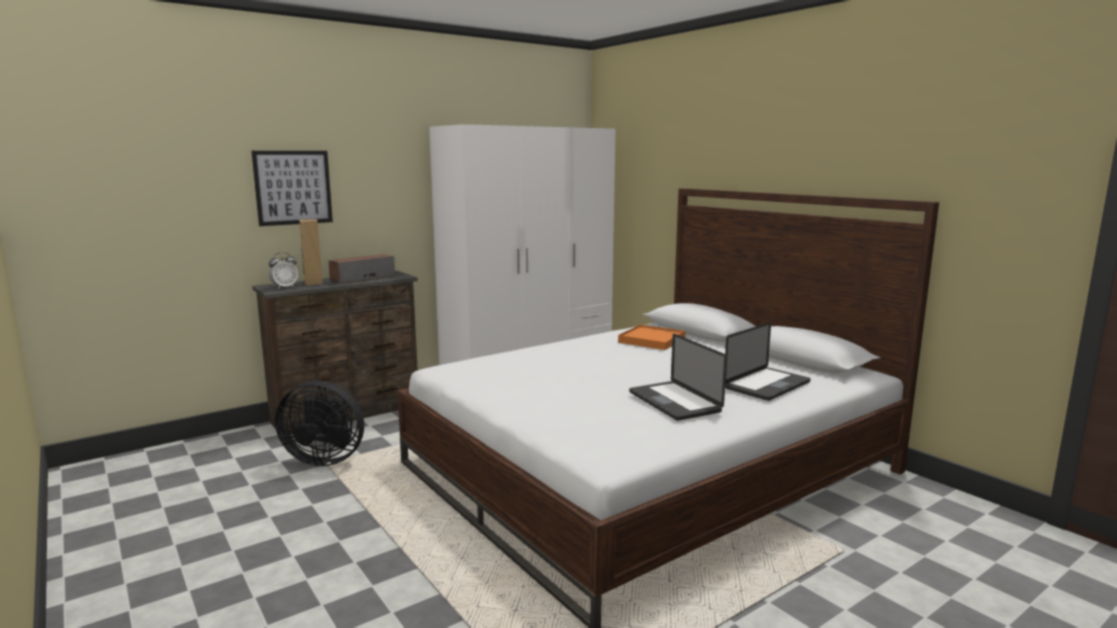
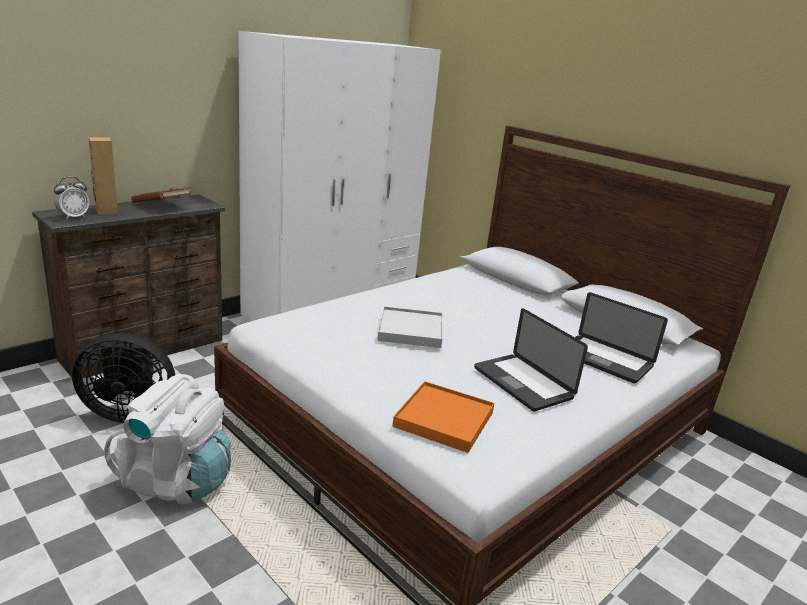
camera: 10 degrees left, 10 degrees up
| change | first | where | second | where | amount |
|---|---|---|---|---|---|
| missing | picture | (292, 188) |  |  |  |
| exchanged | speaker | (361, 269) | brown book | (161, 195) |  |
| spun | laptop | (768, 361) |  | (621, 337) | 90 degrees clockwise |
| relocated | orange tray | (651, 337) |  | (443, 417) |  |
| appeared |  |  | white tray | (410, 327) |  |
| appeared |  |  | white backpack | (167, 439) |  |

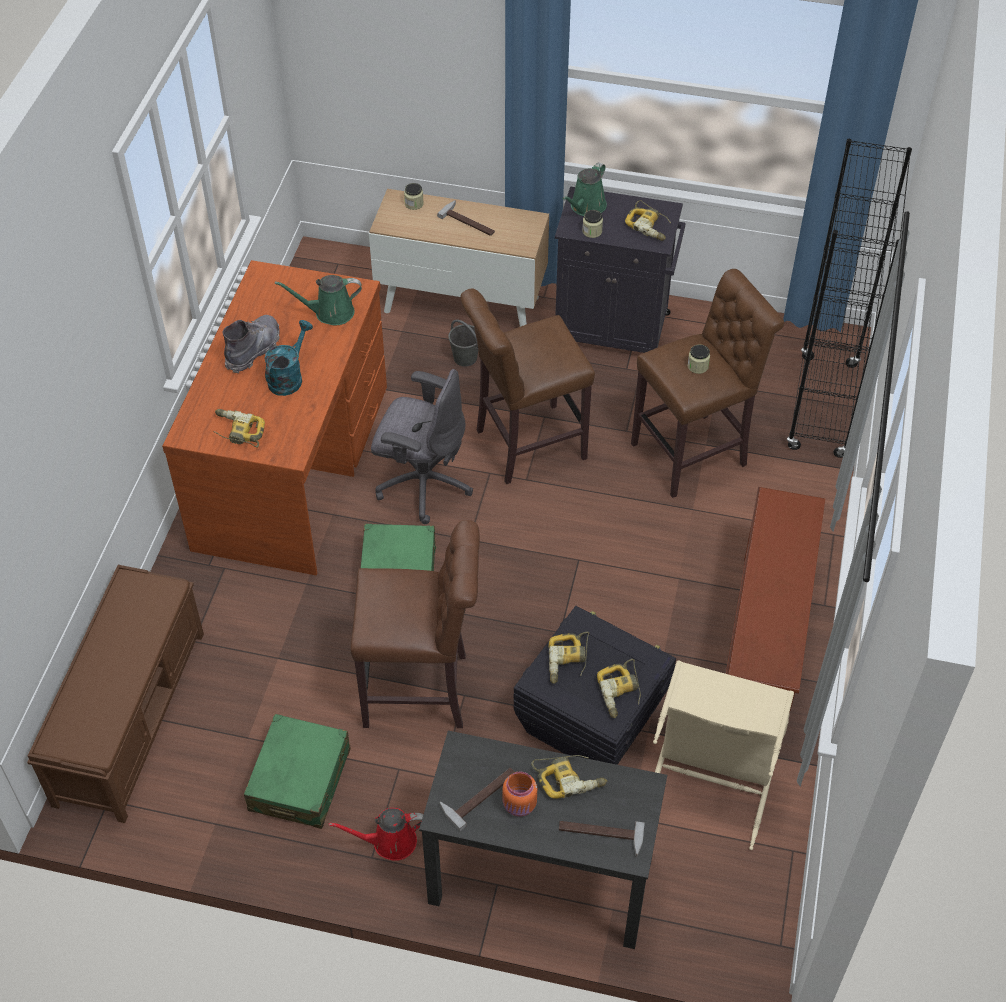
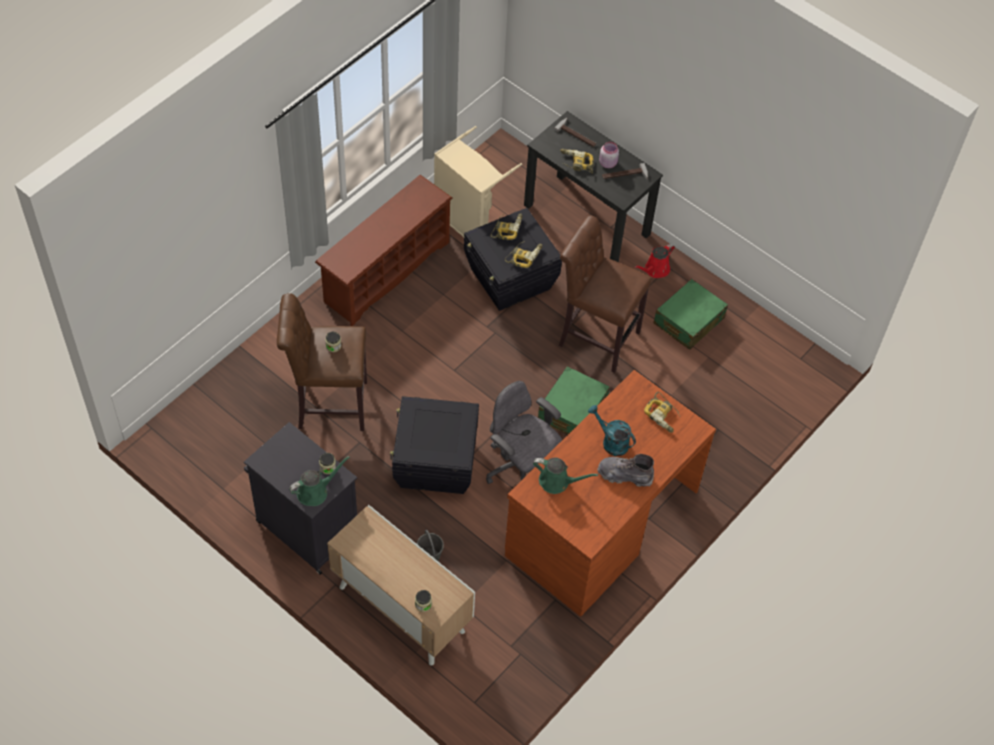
camera: 155 degrees left, 5 degrees up
| change | first | where | second | where | amount |
|---|---|---|---|---|---|
| missing | black bookcase | (849, 298) |  |  |  |
| missing | hammer | (466, 218) |  |  |  |
| missing | power drill | (648, 220) |  |  |  |
| exchanged | brown stool | (527, 386) | black storage box | (434, 445) |  |
| spun | grey boot | (251, 344) |  | (625, 470) | 45 degrees clockwise |
| spun | turquoise watering can | (288, 358) |  | (612, 430) | 75 degrees clockwise |
| missing | brown bench | (115, 694) |  |  |  |
| colour | orange jar | (519, 794) | pink jar | (609, 155) |  |
| spun | red watering can | (376, 834) |  | (654, 260) | 120 degrees clockwise |

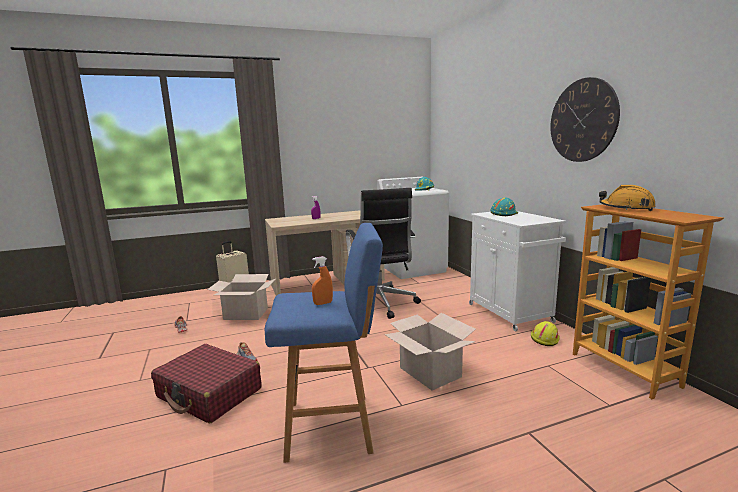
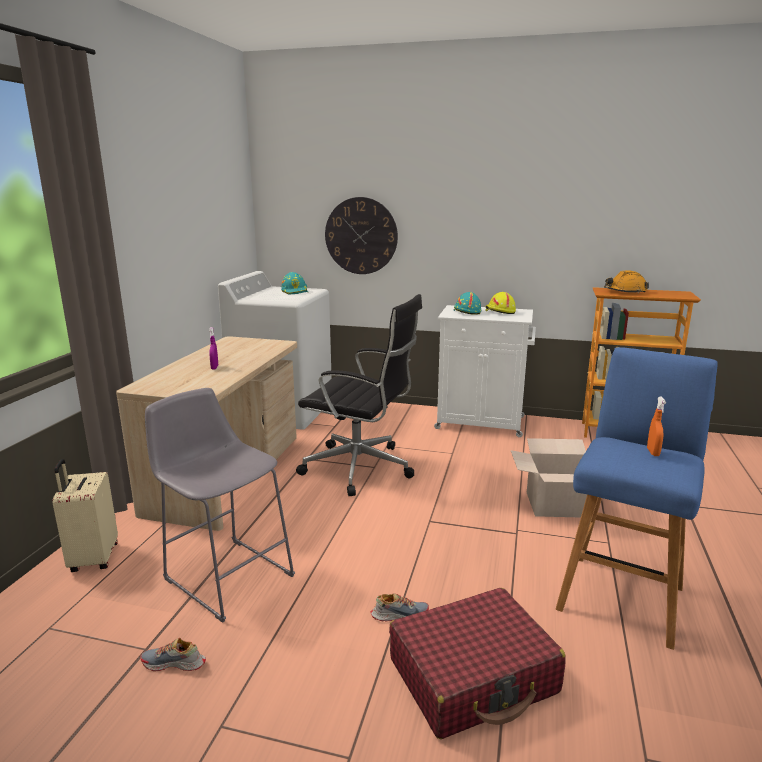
camera: 55 degrees left, 5 degrees up
| change | first | where | second | where | amount |
|---|---|---|---|---|---|
| relocated | wall clock | (585, 119) |  | (361, 235) |  |
| exchanged | cardboard box | (241, 297) | grey stool | (220, 505) |  |
| relocated | yellow hard hat | (545, 333) |  | (500, 303) |  |

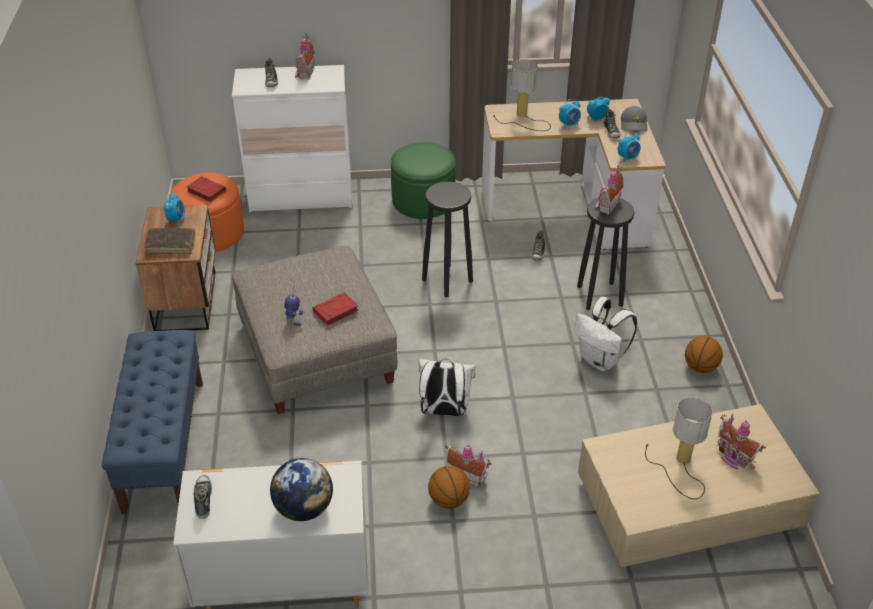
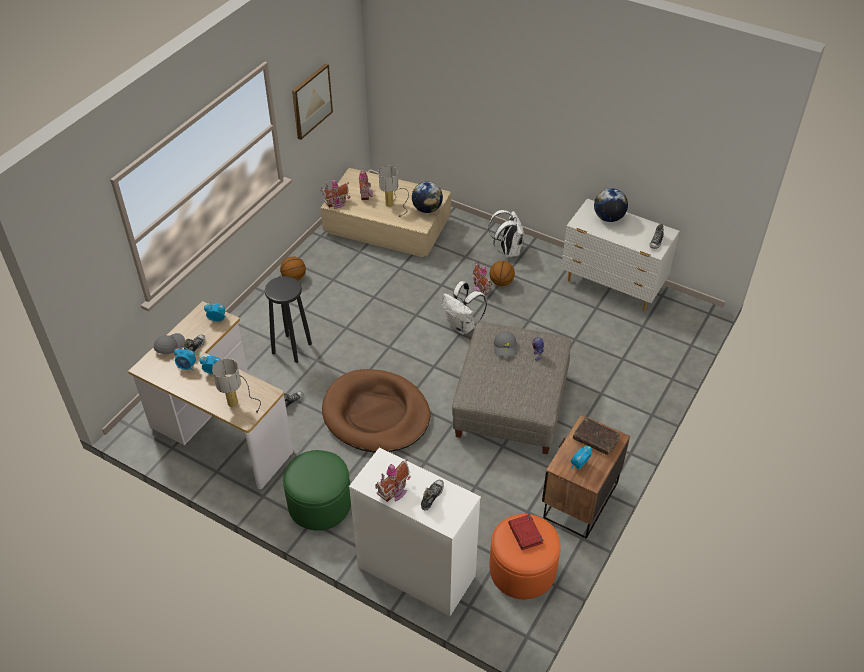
camera: 145 degrees left, 5 degrees up
| change | first | where | second | where | amount |
|---|---|---|---|---|---|
| relocated | toy house | (609, 190) |  | (335, 194) |  |
| exchanged | black stool | (447, 239) | brown dog bed | (376, 410) |  |
| exchanged | red book | (335, 309) | grey cap | (505, 344) |  |
| relocated | white backpack | (605, 334) |  | (506, 234) |  |
| missing | blue bench | (152, 422) |  |  |  |
| appeared |  |  | picture | (312, 101) |  |
| appeared |  |  | globe | (427, 197) |  |

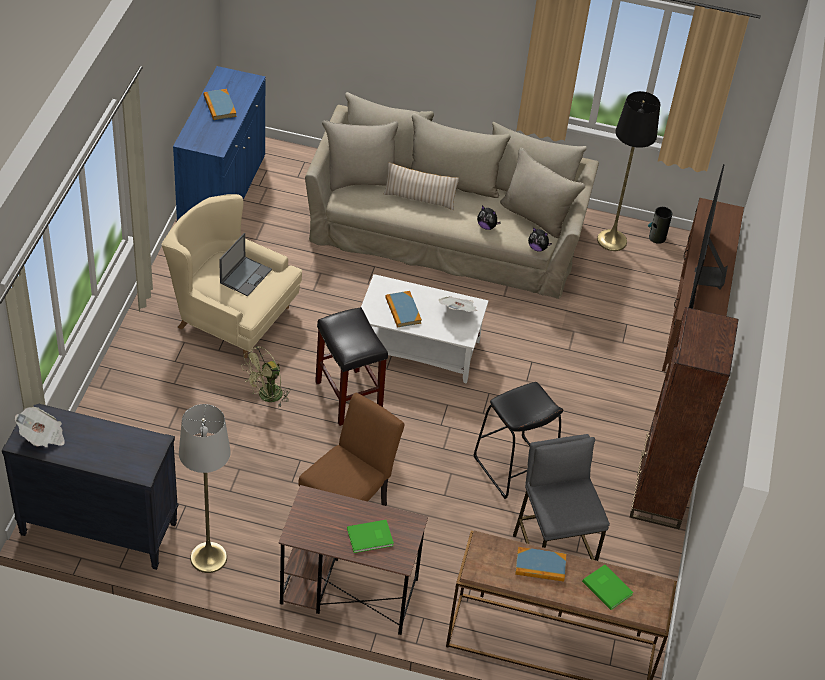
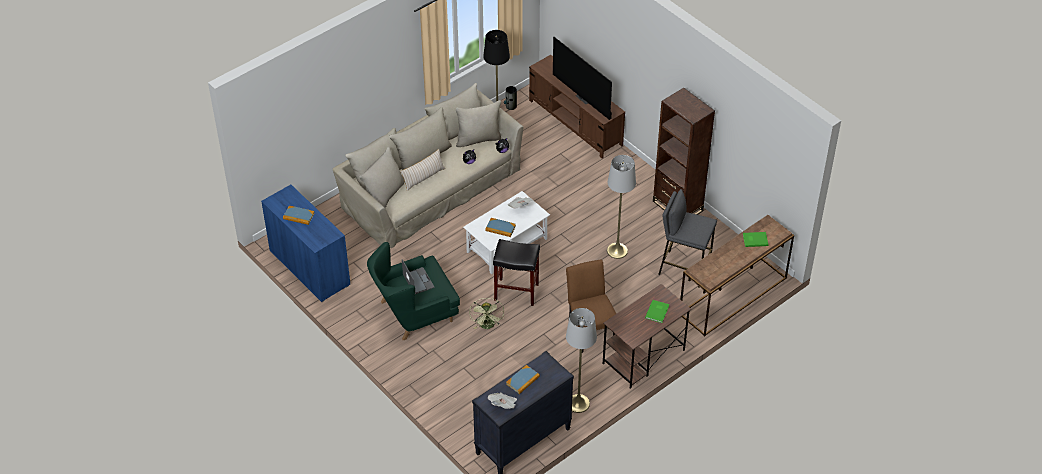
camera: 50 degrees left, 0 degrees up
| change | first | where | second | where | amount |
|---|---|---|---|---|---|
| colour | beige armchair | (231, 276) | green armchair | (413, 291) |  |
| exchanged | black stool | (518, 440) | grey floor lamp | (621, 207) |  |
| relocated | book | (540, 564) |  | (523, 379) |  |

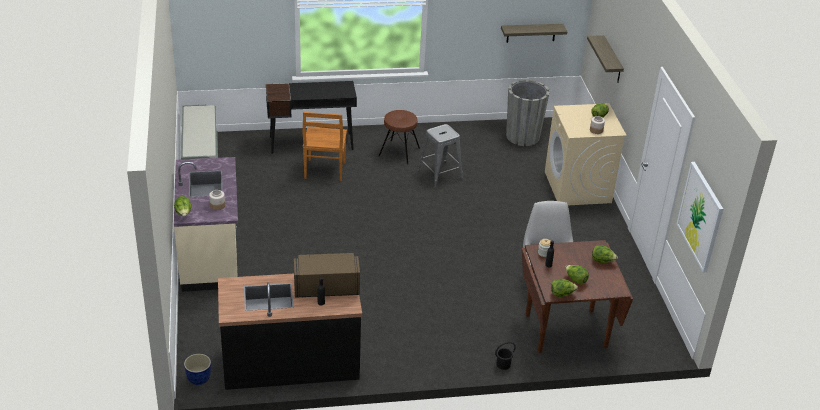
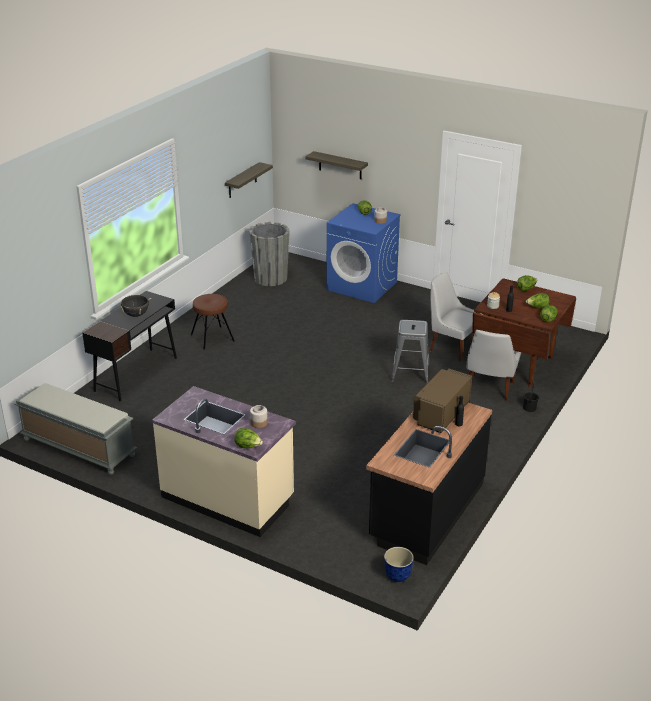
camera: 50 degrees left, 5 degrees down
| change | first | where | second | where | amount |
|---|---|---|---|---|---|
| colour | beige washing machine | (586, 154) | blue washing machine | (364, 253) |  |
| missing | brown chair | (325, 146) |  |  |  |
| relocated | grey stool | (440, 156) |  | (410, 352) |  |
| missing | picture | (700, 217) |  |  |  |
| appeared |  |  | black cooking pot | (134, 306) |  |
| appeared |  |  | white chair | (494, 365) |  |

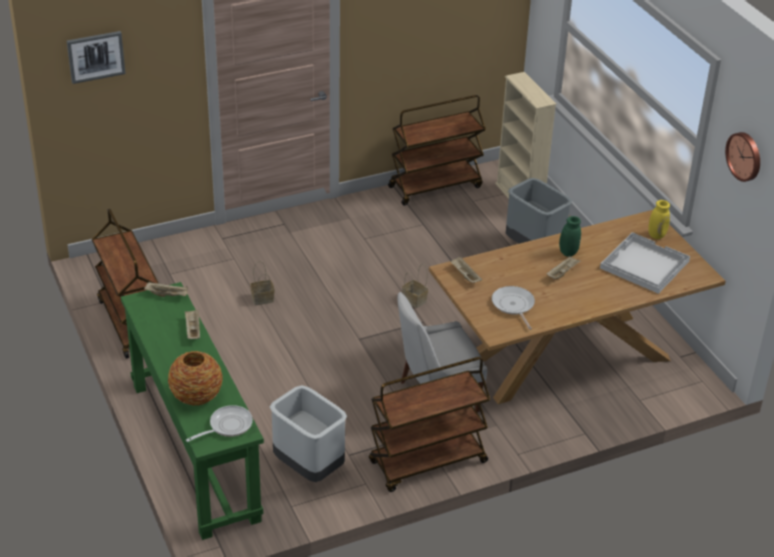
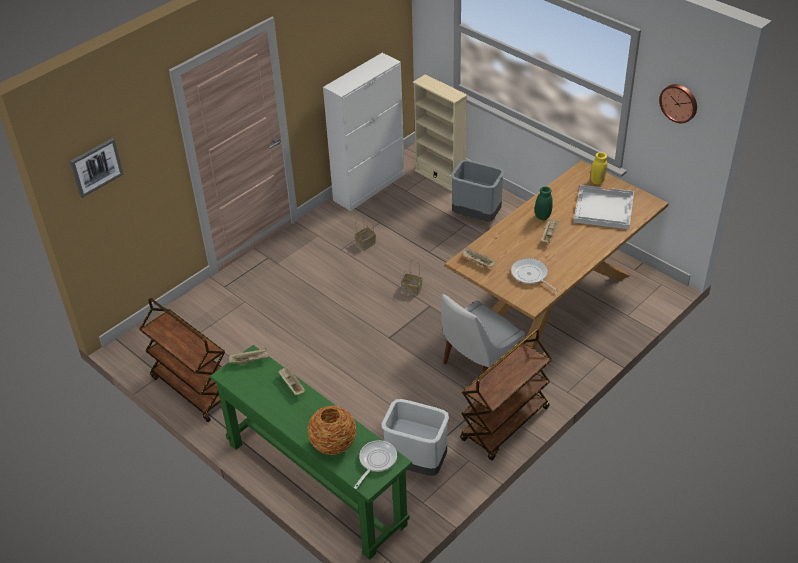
camera: 20 degrees left, 5 degrees up
| change | first | where | second | where | amount |
|---|---|---|---|---|---|
| exchanged | brown cart | (437, 150) | white cabinet | (364, 132) |  |
| relocated | basket | (262, 283) |  | (365, 232) |  |

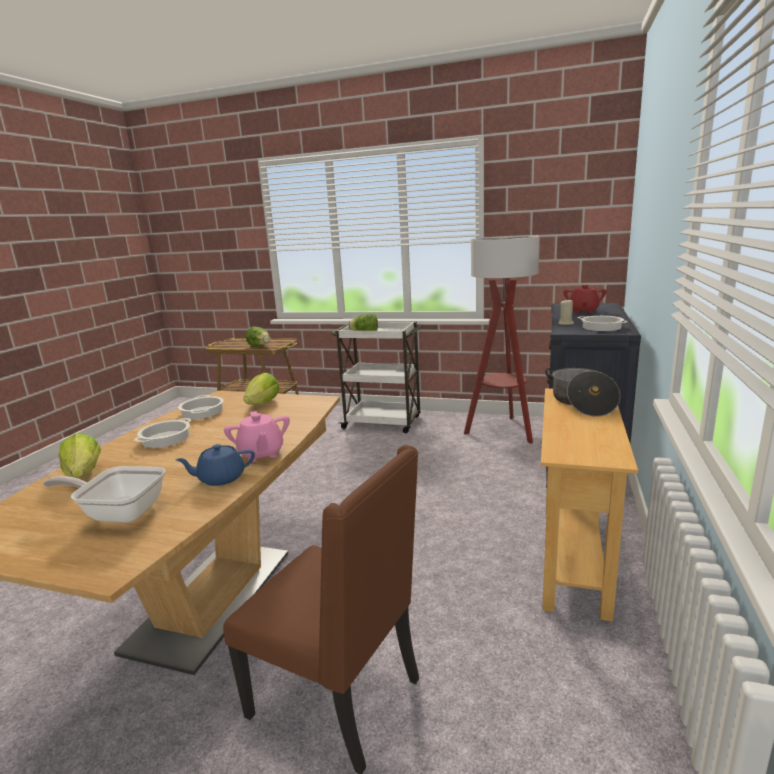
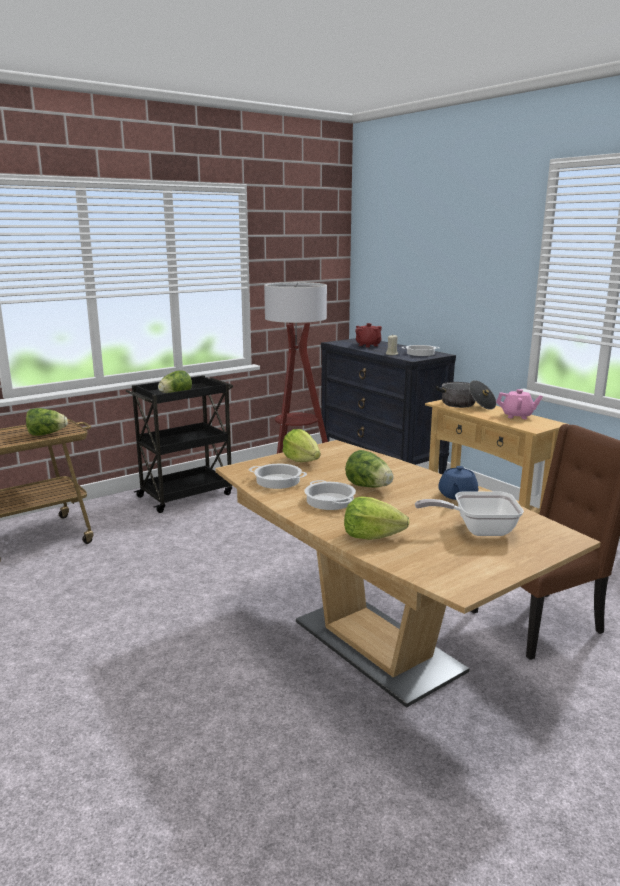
camera: 55 degrees left, 0 degrees up
| change | first | where | second | where | amount |
|---|---|---|---|---|---|
| colour | white cart | (377, 377) | black cart | (180, 444) |  |
| relocated | pink teapot | (257, 436) |  | (519, 404) |  |
| spun | frying pan | (104, 494) |  | (469, 513) | 45 degrees clockwise |
| appeared |  |  | lettuce | (369, 468) |  |

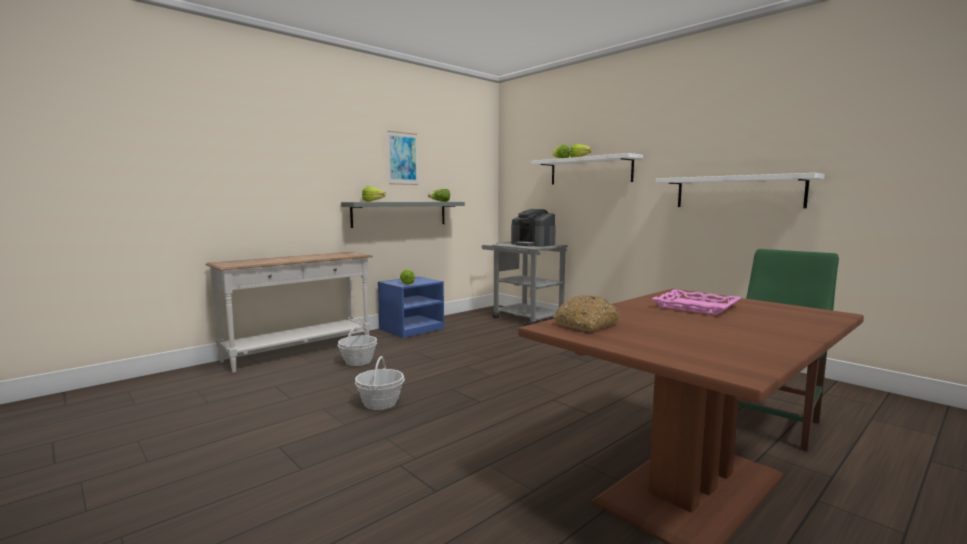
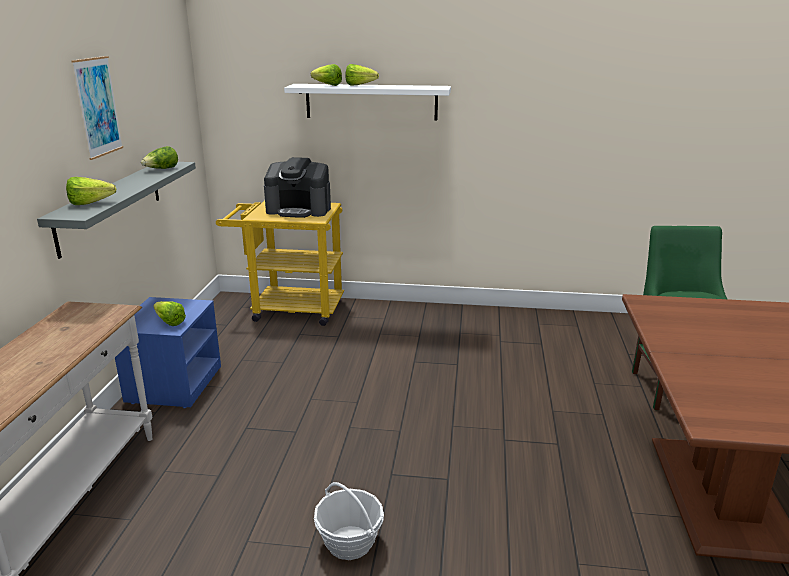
camera: 40 degrees left, 15 degrees up
| change | first | where | second | where | amount |
|---|---|---|---|---|---|
| missing | white shelf | (740, 190) |  |  |  |
| colour | grey cart | (525, 283) | yellow cart | (280, 263) |  |
| missing | pink tray | (696, 302) |  |  |  |
| missing | bread | (587, 313) |  |  |  |
| missing | basket | (357, 345) |  |  |  |

